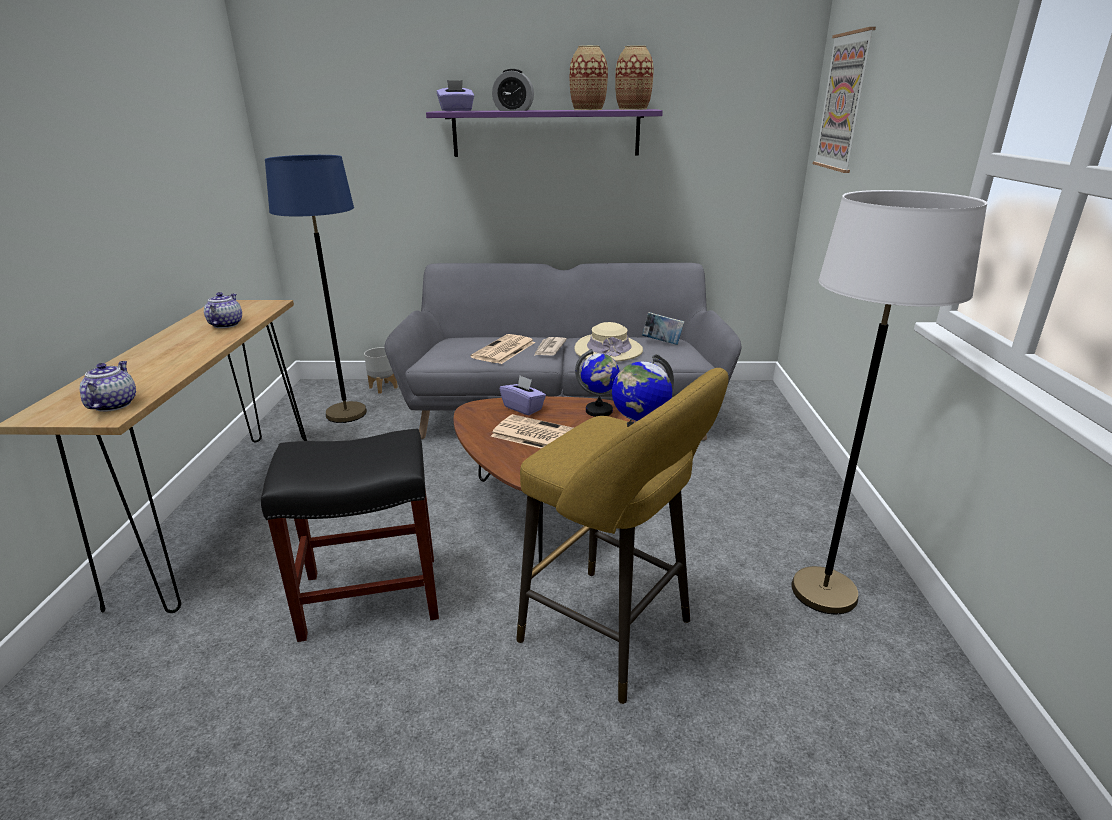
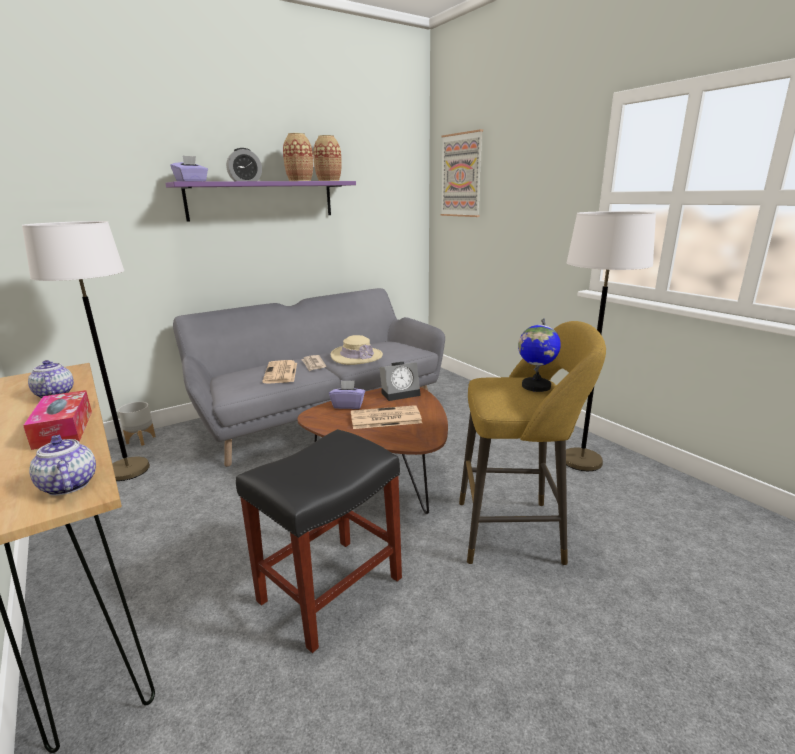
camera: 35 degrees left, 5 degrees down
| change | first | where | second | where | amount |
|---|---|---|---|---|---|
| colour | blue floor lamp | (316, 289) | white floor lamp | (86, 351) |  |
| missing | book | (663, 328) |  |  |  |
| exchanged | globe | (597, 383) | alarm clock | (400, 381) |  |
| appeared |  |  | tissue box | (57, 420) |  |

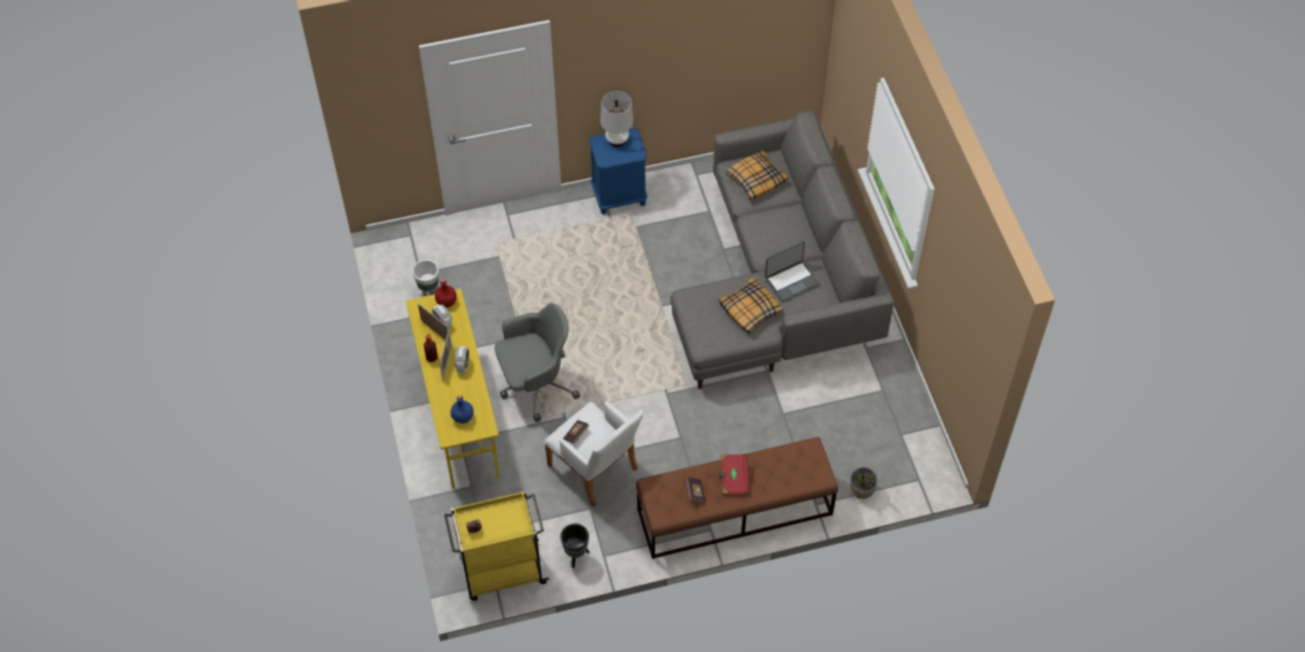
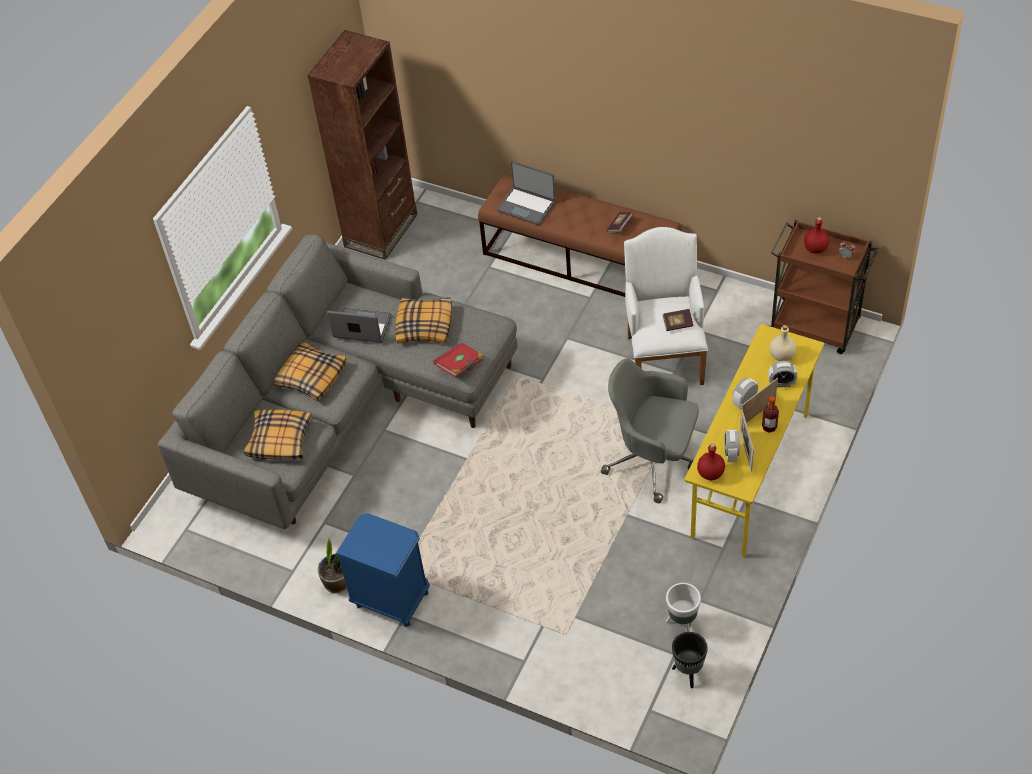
camera: 135 degrees left, 5 degrees down
| change | first | where | second | where | amount |
|---|---|---|---|---|---|
| missing | white table lamp | (617, 119) |  |  |  |
| colour | blue bottle | (462, 409) | beige bottle | (783, 343) |  |
| relocated | red book | (734, 474) |  | (458, 360) |  |
| relocated | potted plant | (863, 483) |  | (332, 565) |  |
| colour | yellow cart | (496, 546) | brown cart | (823, 287) |  |
| relocated | black planter | (574, 546) |  | (690, 660) |  |
| appeared |  |  | brown bookcase | (362, 145) |  |
| appeared |  |  | laptop | (526, 193) |  |
| appeared |  |  | red bottle | (816, 235) |  |
| appeared |  |  | pillow | (310, 371) |  |
| appeared |  |  | alarm clock | (782, 374) |  |

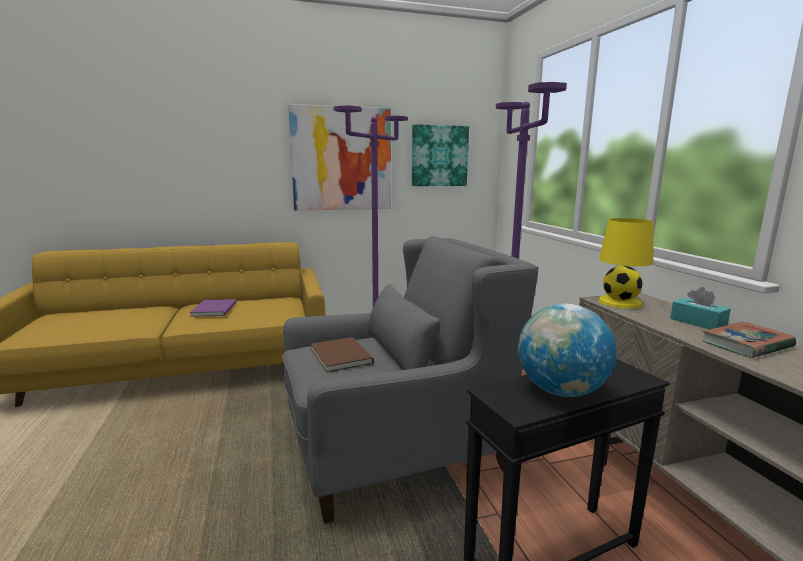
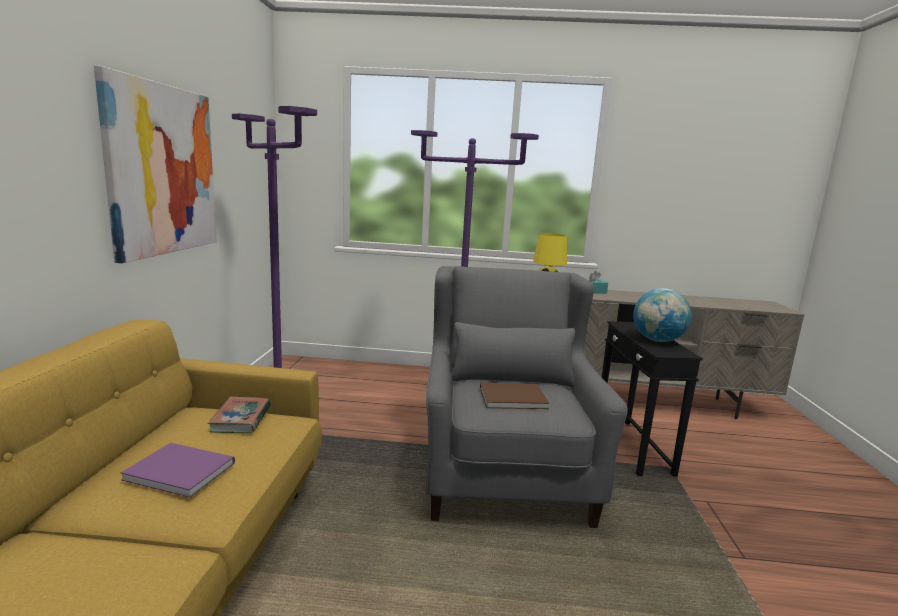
camera: 70 degrees left, 0 degrees up
| change | first | where | second | where | amount |
|---|---|---|---|---|---|
| missing | picture | (440, 155) |  |  |  |
| relocated | book | (749, 339) |  | (239, 415) |  |

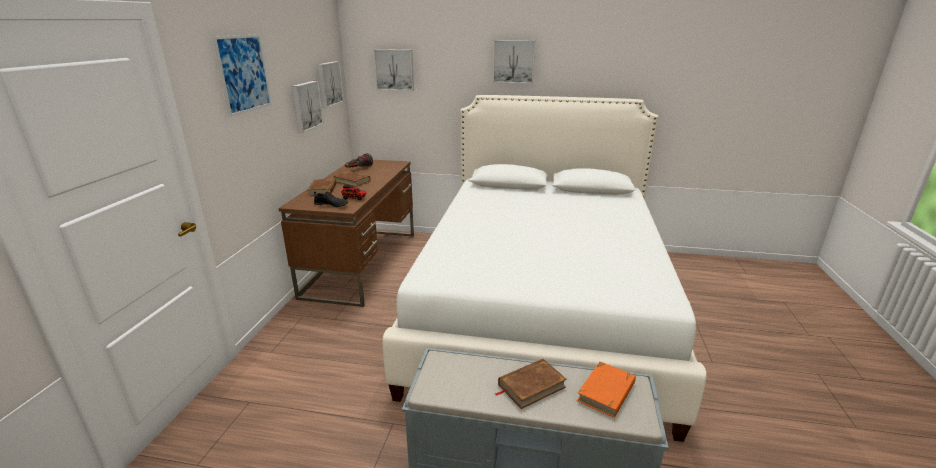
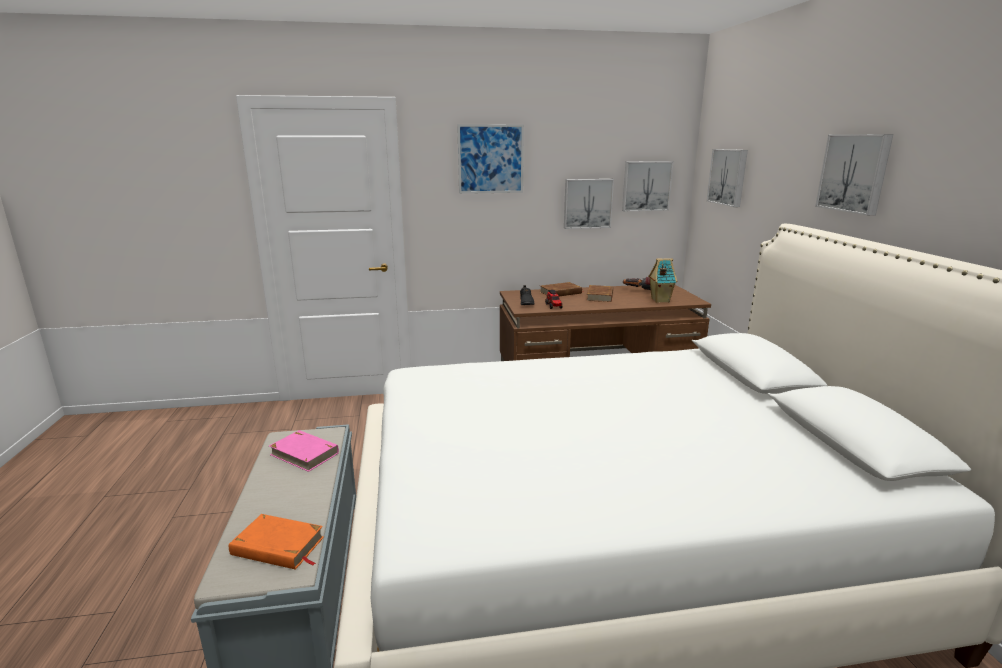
camera: 70 degrees right, 5 degrees down
| change | first | where | second | where | amount |
|---|---|---|---|---|---|
| missing | brown book | (531, 384) |  |  |  |
| appeared |  |  | toy house | (662, 280) |  |
| appeared |  |  | pink book | (304, 451) |  |

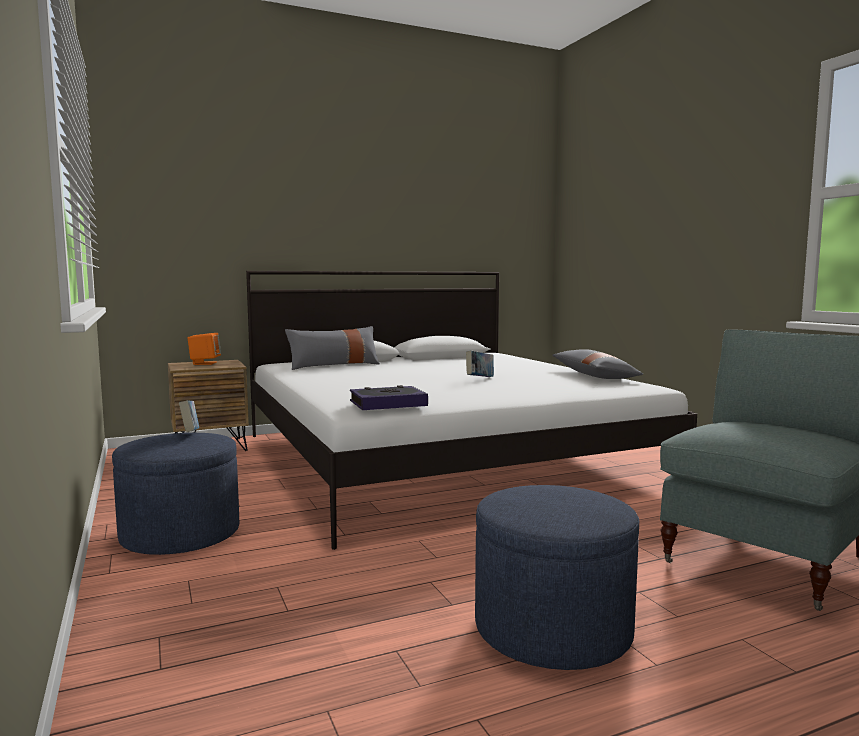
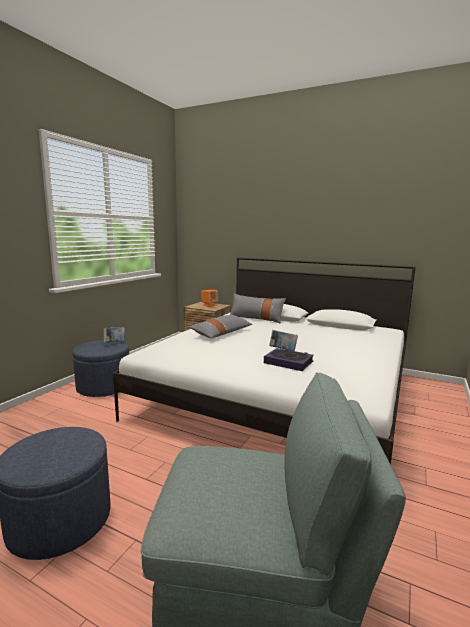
camera: 50 degrees right, 5 degrees up
| change | first | where | second | where | amount |
|---|---|---|---|---|---|
| relocated | grey pillow | (598, 364) |  | (220, 326) |  |
| relocated | book | (389, 397) |  | (289, 359) |  |

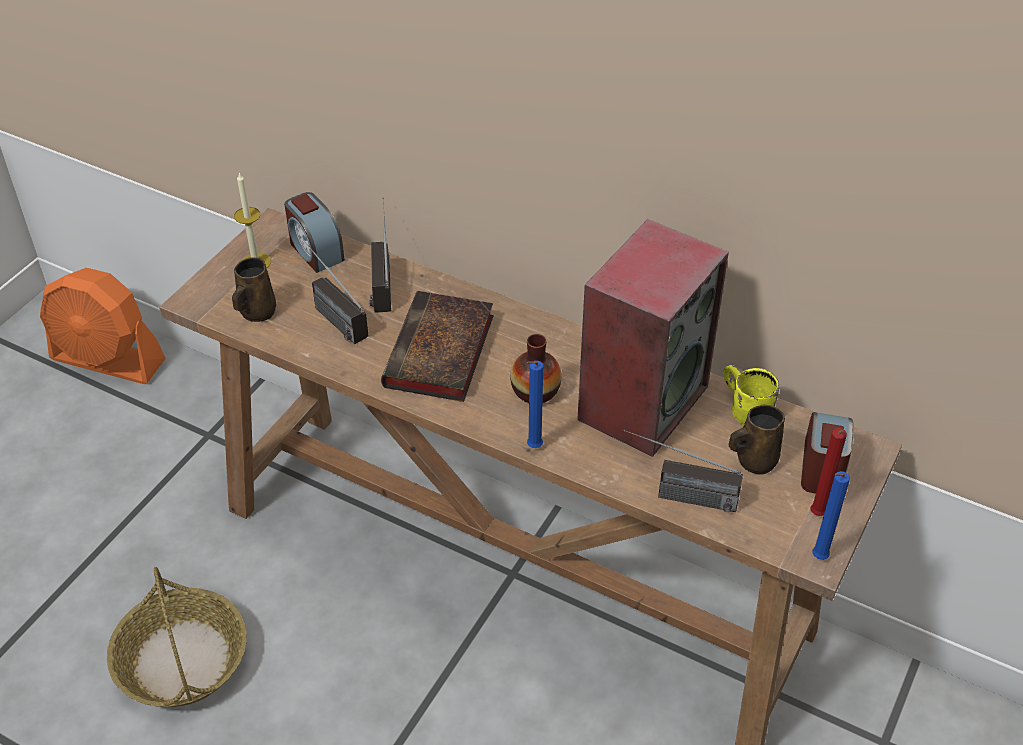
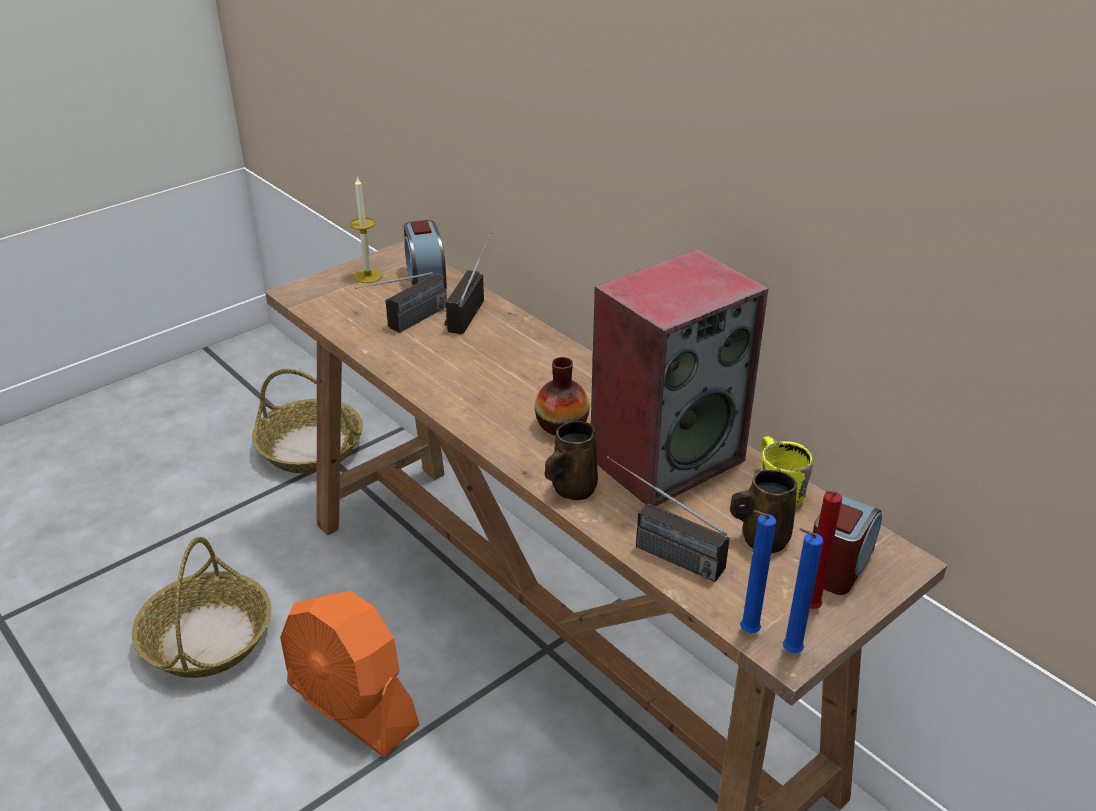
camera: 20 degrees right, 10 degrees down
| change | first | where | second | where | amount |
|---|---|---|---|---|---|
| spun | radio | (334, 290) |  | (401, 302) | 120 degrees counterclockwise |
| relocated | brown mug | (254, 289) |  | (571, 460) |  |
| relocated | orange fan | (103, 326) |  | (350, 674) |  |
| missing | book | (437, 346) |  |  |  |
| relocated | blue candle | (534, 404) |  | (758, 571) |  |
| appeared |  |  | basket | (307, 421) |  |

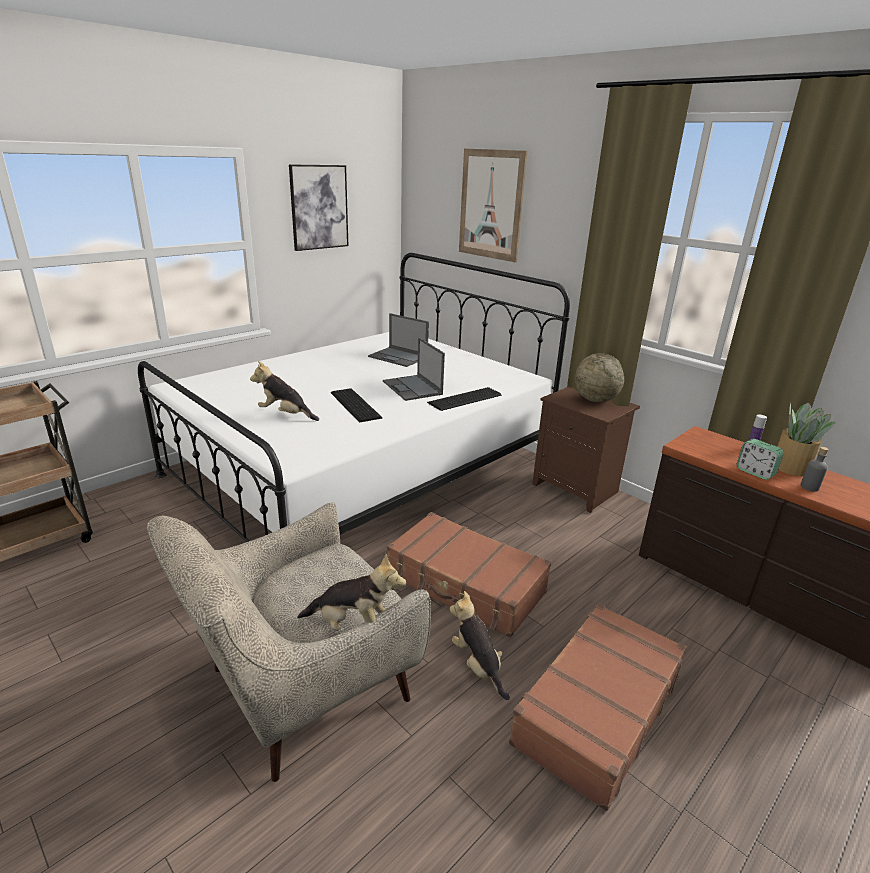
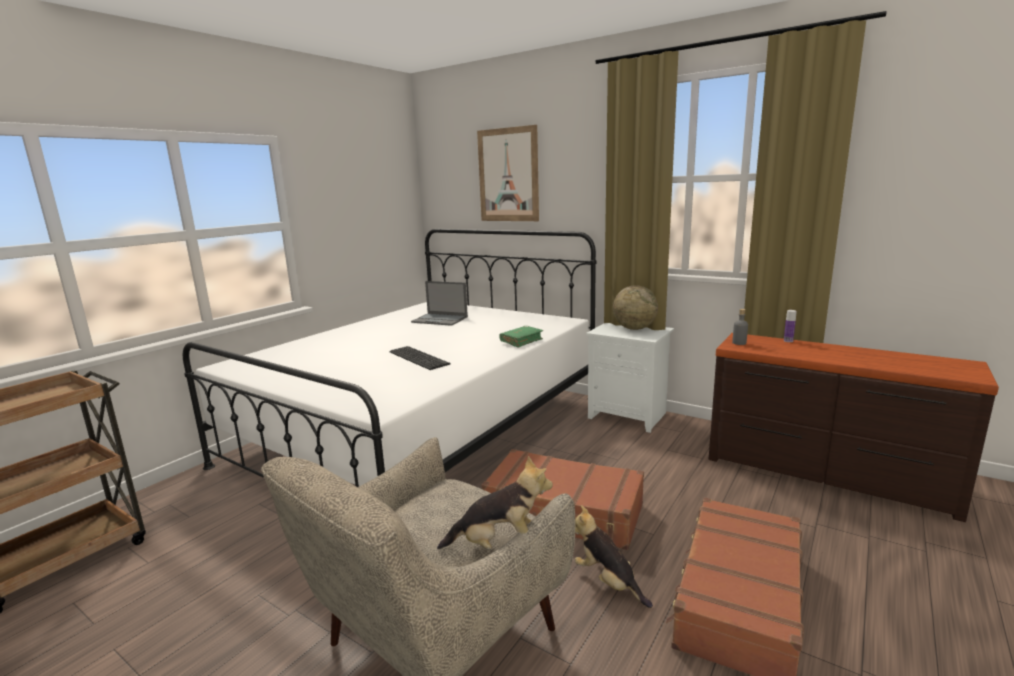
camera: 10 degrees left, 10 degrees down
| change | first | where | second | where | amount |
|---|---|---|---|---|---|
| missing | picture | (318, 207) |  |  |  |
| missing | laptop | (414, 369) |  |  |  |
| missing | plush toy | (284, 391) |  |  |  |
| exchanged | keyboard | (464, 399) | green book | (521, 337) |  |
| colour | brown nightstand | (586, 450) | white nightstand | (630, 378) |  |
| missing | potted plant | (806, 439) |  |  |  |
| missing | alarm clock | (760, 459) |  |  |  |
| relocated | grey bottle | (814, 469) |  | (740, 327) |  |

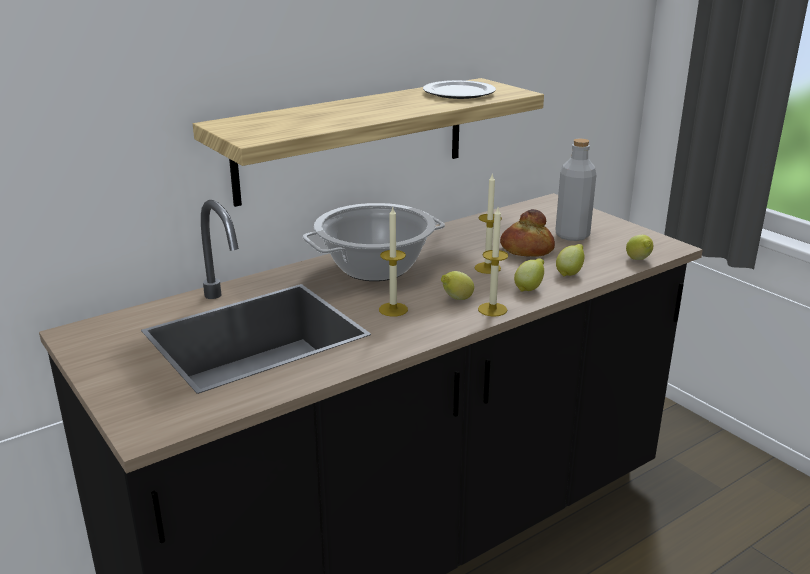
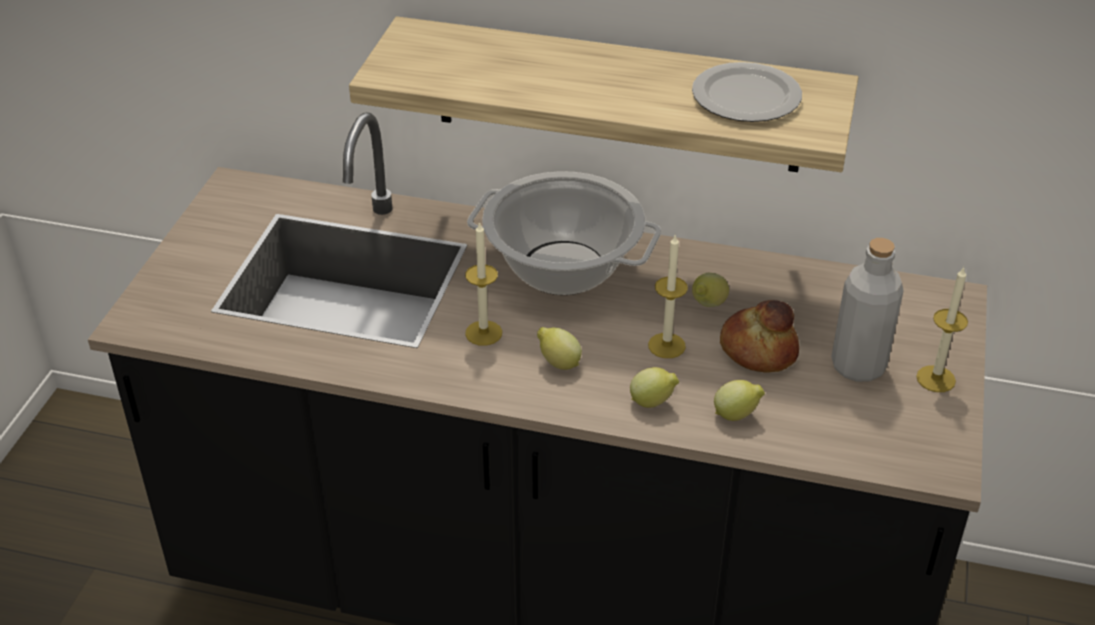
camera: 50 degrees right, 15 degrees up
| change | first | where | second | where | amount |
|---|---|---|---|---|---|
| relocated | candle | (493, 262) |  | (942, 329) |  |
| relocated | lemon | (639, 247) |  | (710, 290) |  |

